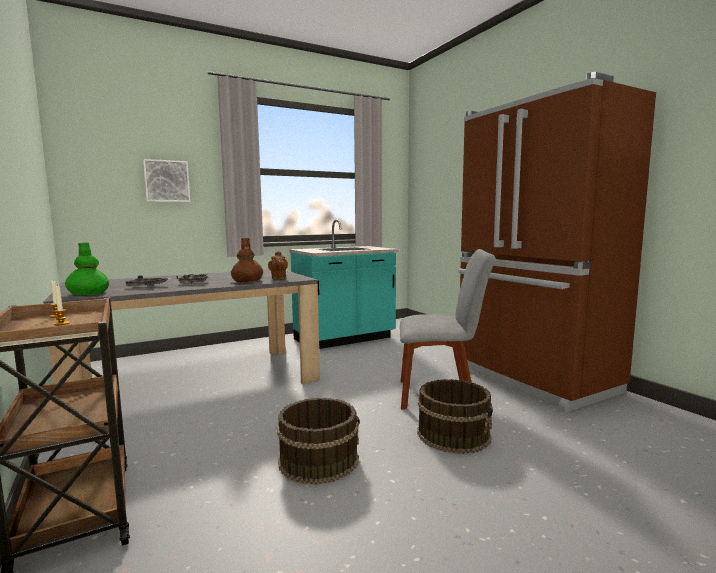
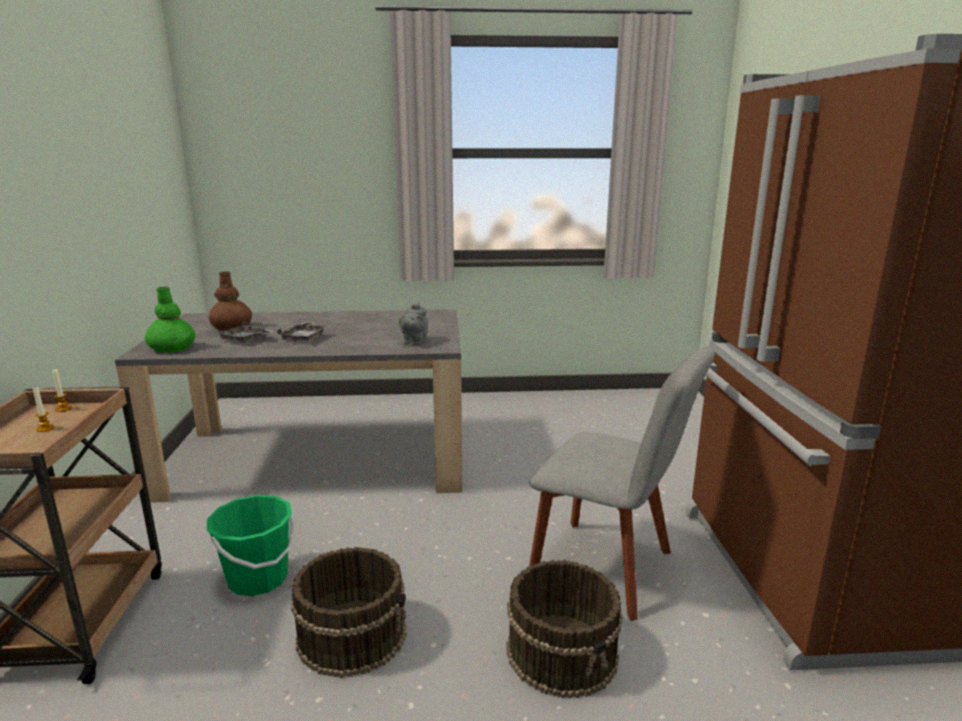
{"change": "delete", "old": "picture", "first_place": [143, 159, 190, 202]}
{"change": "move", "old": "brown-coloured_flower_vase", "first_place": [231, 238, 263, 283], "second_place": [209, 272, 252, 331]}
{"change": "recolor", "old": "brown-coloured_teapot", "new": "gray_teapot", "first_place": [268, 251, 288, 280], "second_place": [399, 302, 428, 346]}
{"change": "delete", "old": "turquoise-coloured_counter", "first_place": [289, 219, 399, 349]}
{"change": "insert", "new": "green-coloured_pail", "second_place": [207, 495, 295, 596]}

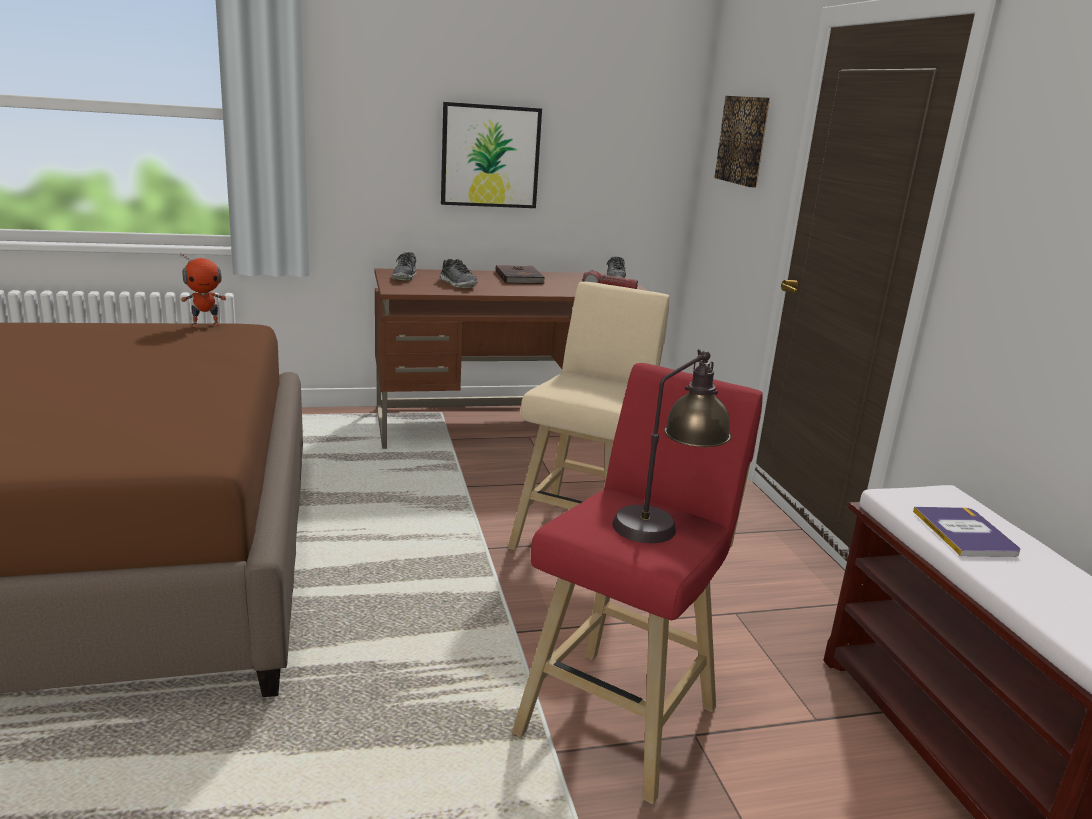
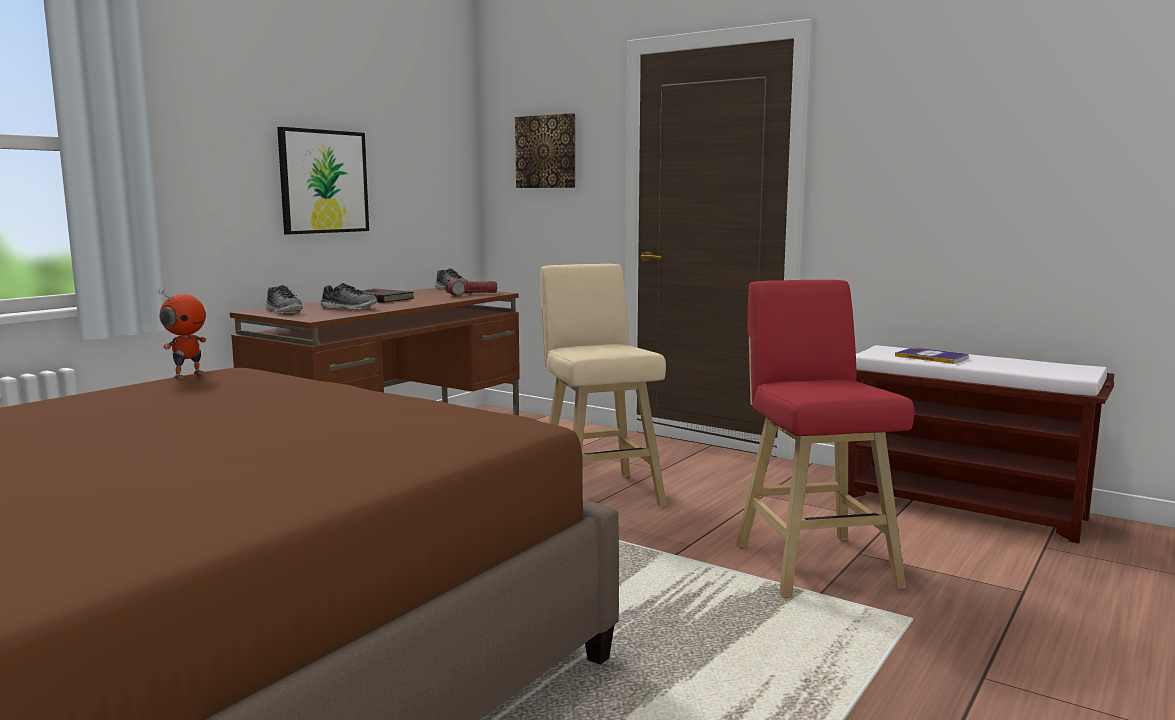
{"change": "delete", "old": "table_lamp", "first_place": [612, 349, 731, 543]}

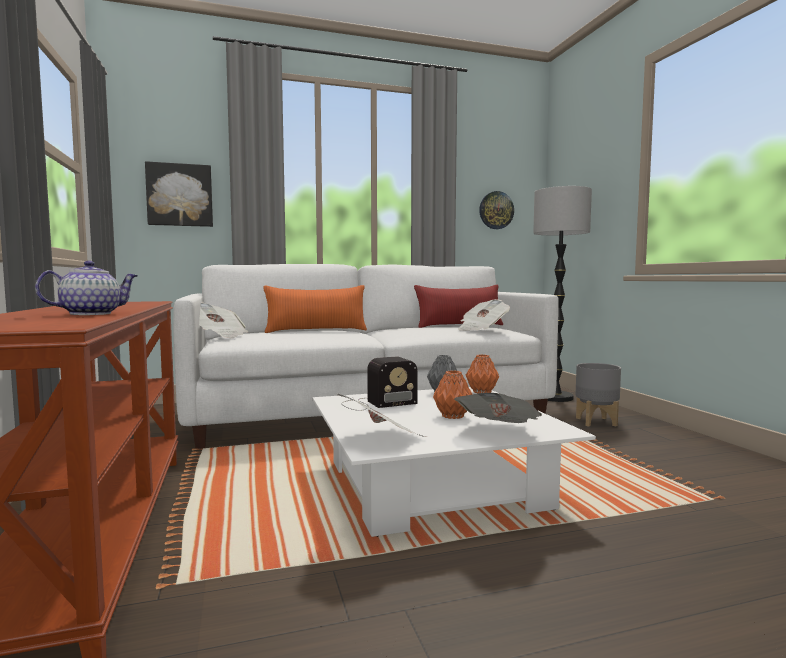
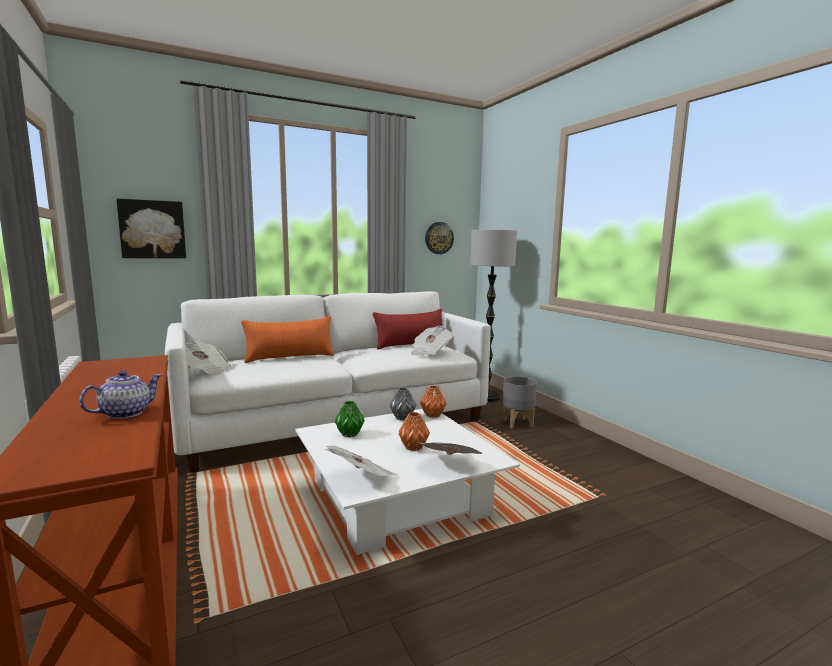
{"change": "replace", "old": "radio", "new": "green-coloured_flower_vase", "first_place": [342, 357, 418, 411], "second_place": [335, 401, 365, 437]}

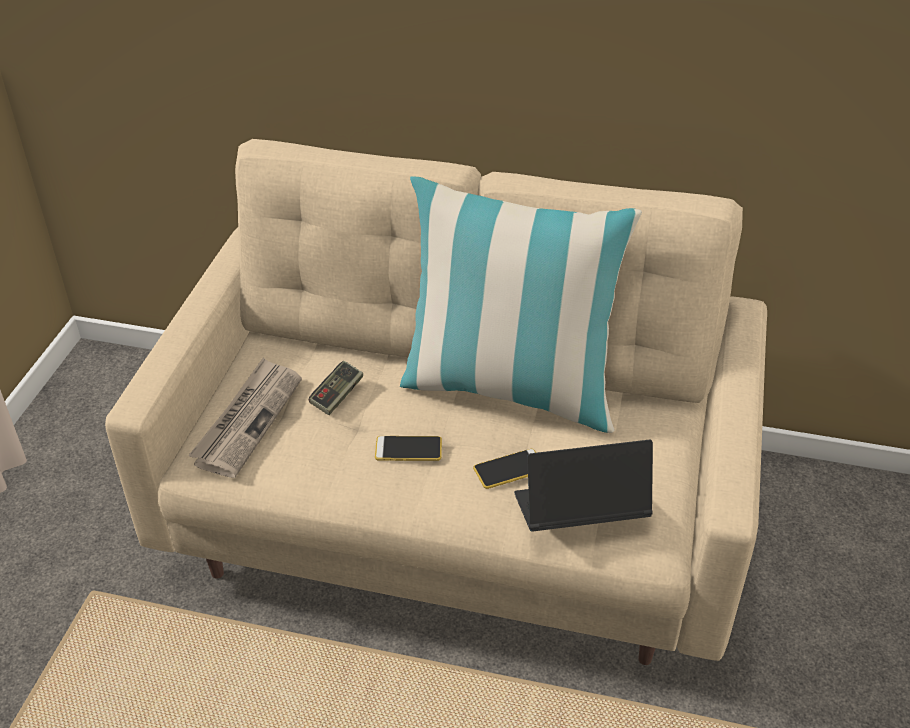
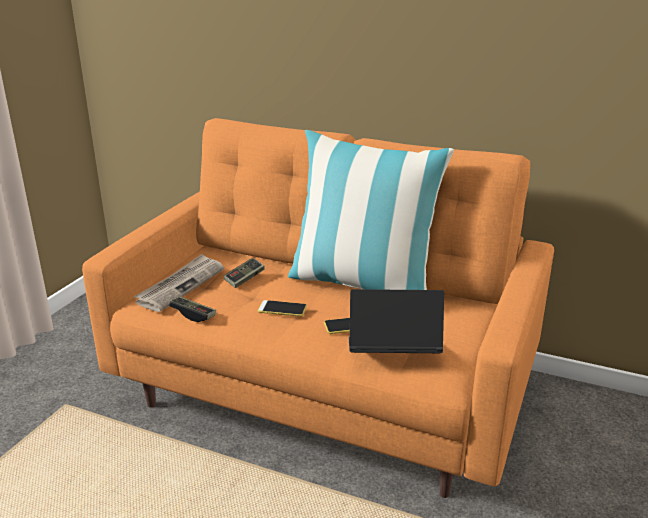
{"change": "recolor", "old": "beige-coloured_sofa", "new": "orangey_sofa", "first_place": [105, 139, 767, 665], "second_place": [82, 118, 554, 498]}
{"change": "insert", "new": "game_controller", "second_place": [169, 296, 216, 322]}

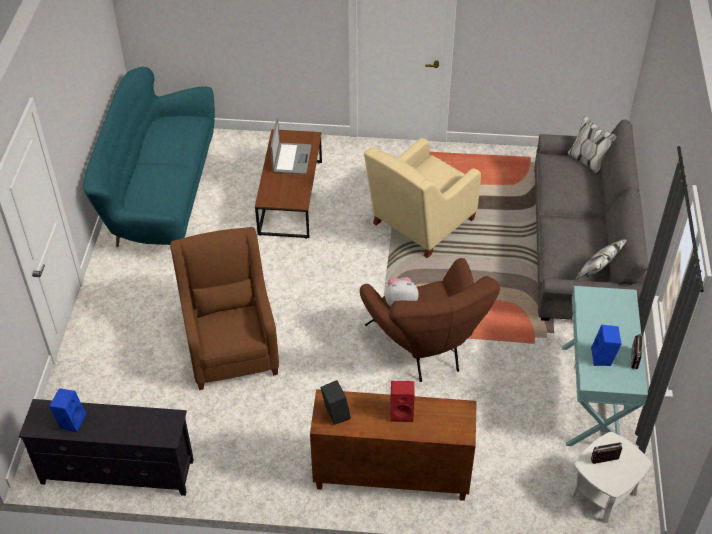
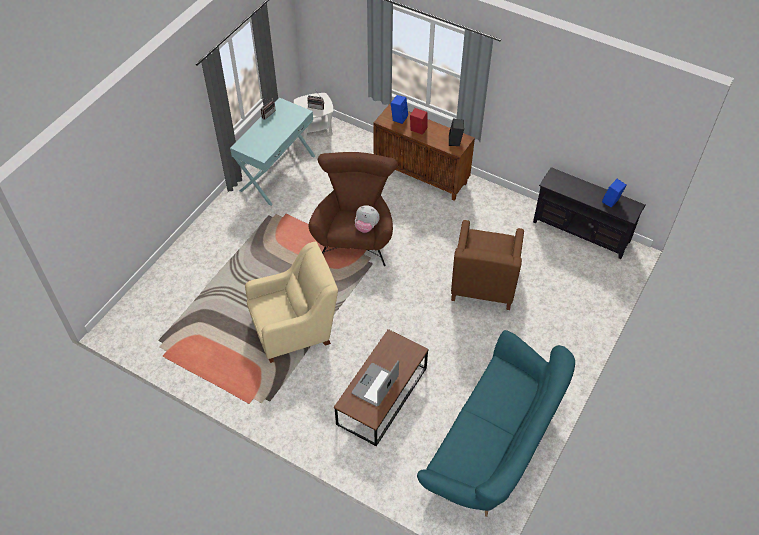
{"change": "delete", "old": "gray_sofa", "first_place": [534, 116, 649, 321]}
{"change": "move", "old": "bluish_loudspeaker", "first_place": [591, 325, 621, 366], "second_place": [391, 95, 408, 124]}

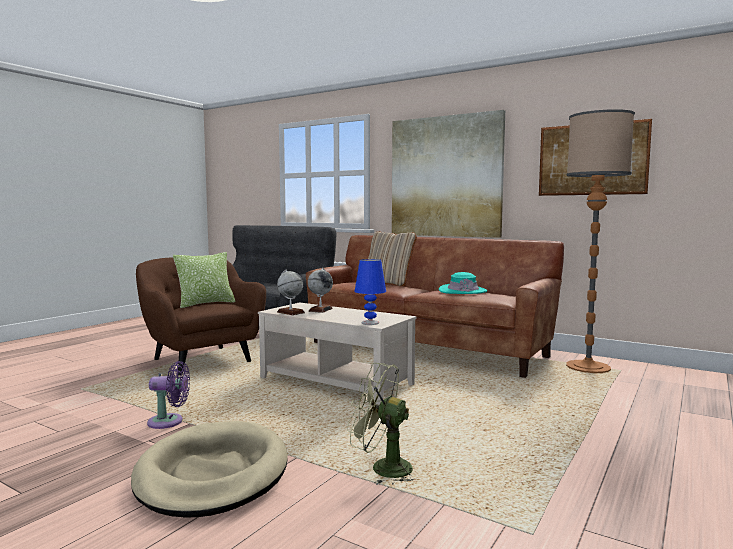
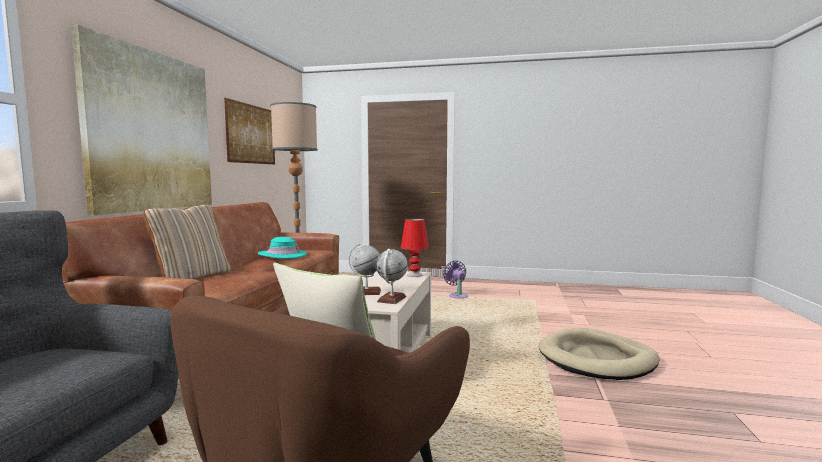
{"change": "move", "old": "purple_fan", "first_place": [147, 361, 190, 429], "second_place": [443, 261, 468, 298]}
{"change": "delete", "old": "green-coloured_fan", "first_place": [347, 363, 414, 485]}
{"change": "recolor", "old": "bluish_table_lamp", "new": "red-coloured_table_lamp", "first_place": [355, 259, 386, 325], "second_place": [401, 219, 429, 277]}

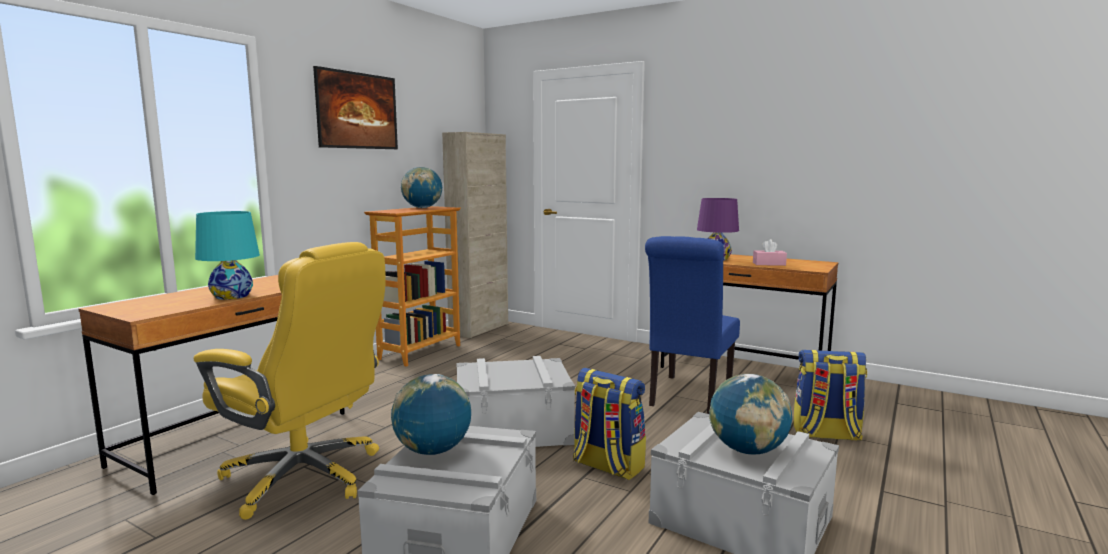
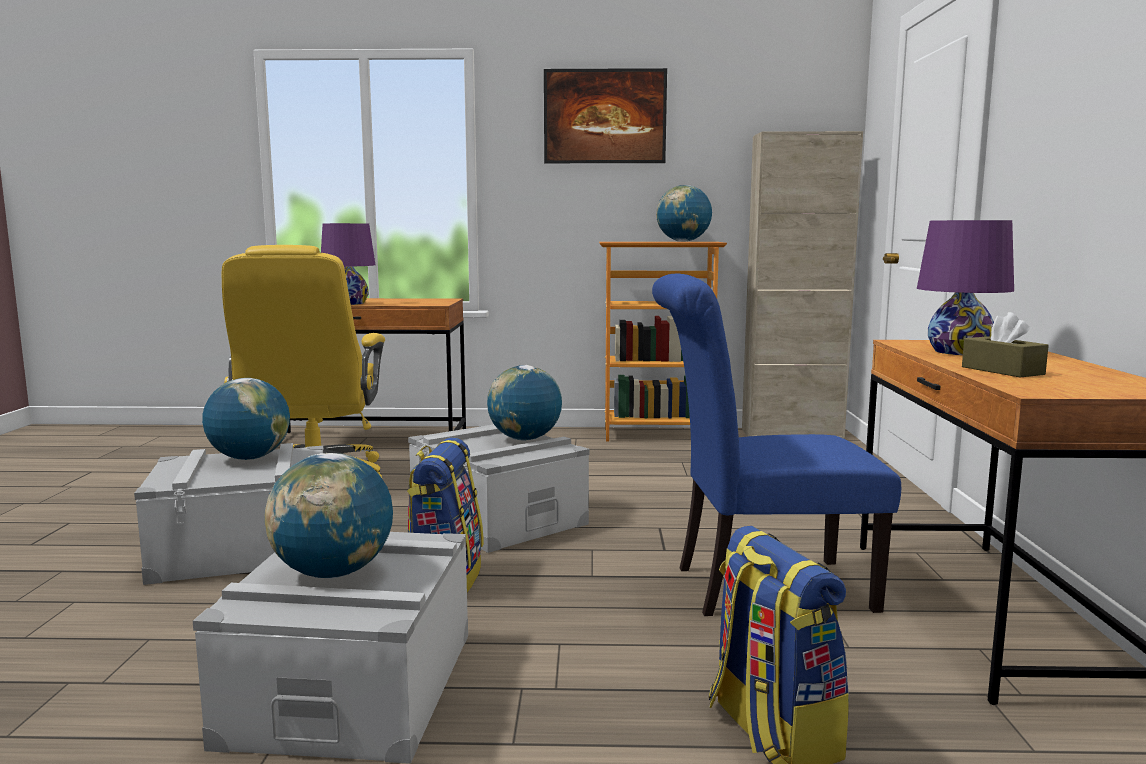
{"change": "recolor", "old": "turquoise-coloured_table_lamp", "new": "purple_table_lamp", "first_place": [195, 211, 260, 300], "second_place": [321, 223, 376, 305]}
{"change": "recolor", "old": "pinkish_tissue_holder", "new": "brown-coloured_tissue_holder", "first_place": [753, 239, 787, 266], "second_place": [962, 312, 1049, 377]}
{"change": "insert", "new": "desk_globe", "second_place": [487, 365, 562, 441]}

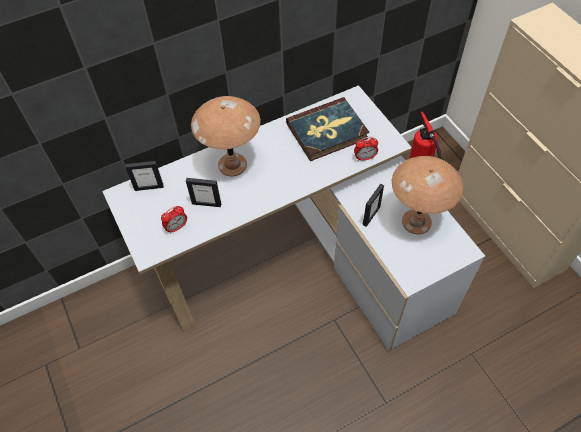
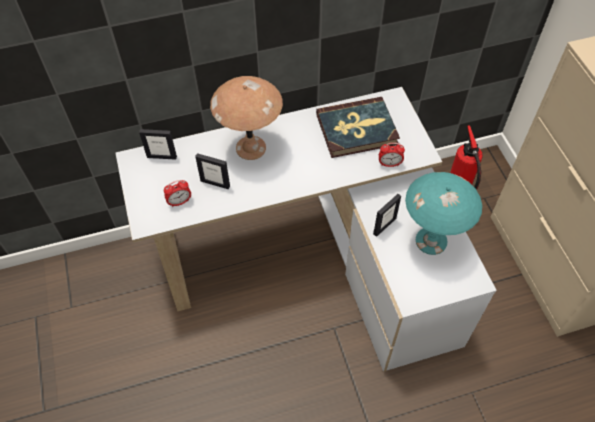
{"change": "recolor", "old": "brown-coloured_table_lamp", "new": "turquoise-coloured_table_lamp", "first_place": [392, 156, 464, 234], "second_place": [405, 172, 482, 255]}

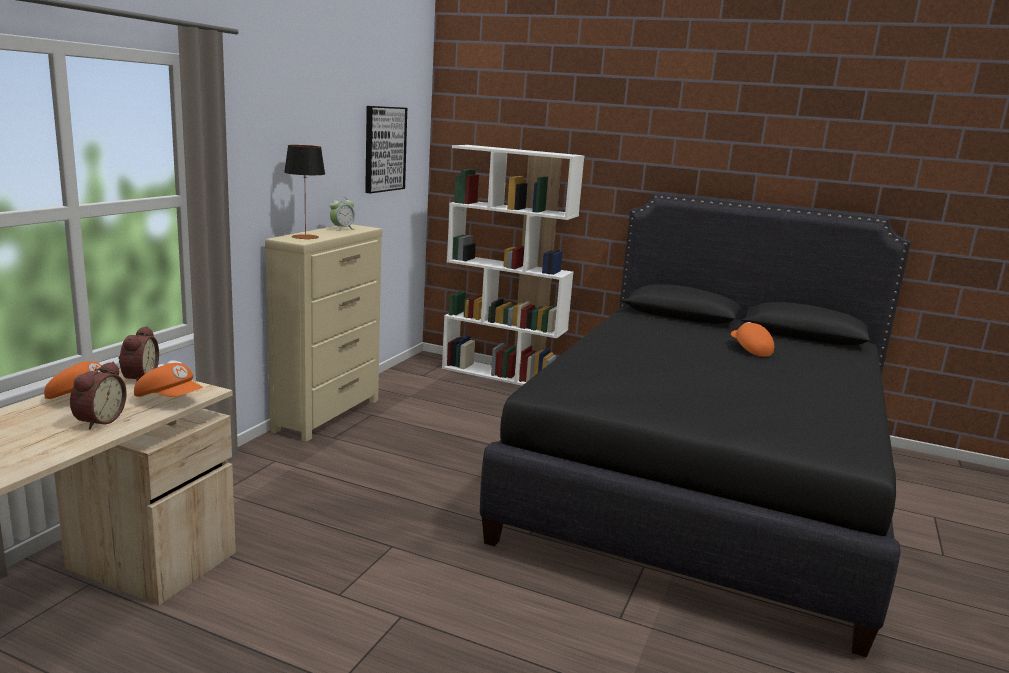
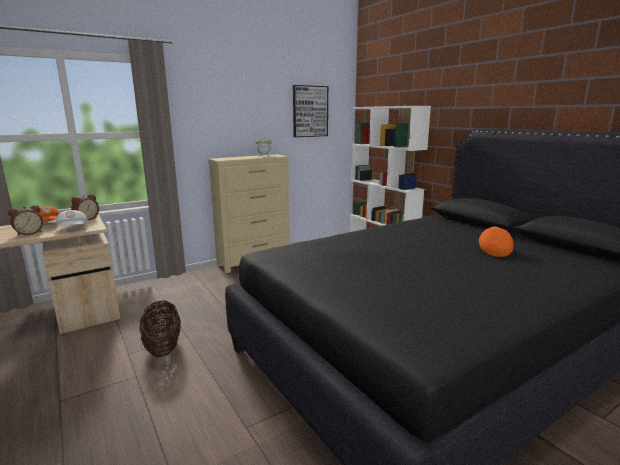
{"change": "recolor", "old": "orangey_cap", "new": "whitish_cap", "first_place": [134, 363, 203, 397], "second_place": [56, 210, 87, 226]}
{"change": "delete", "old": "table_lamp", "first_place": [284, 145, 325, 239]}
{"change": "insert", "new": "household_basket", "second_place": [139, 301, 181, 357]}

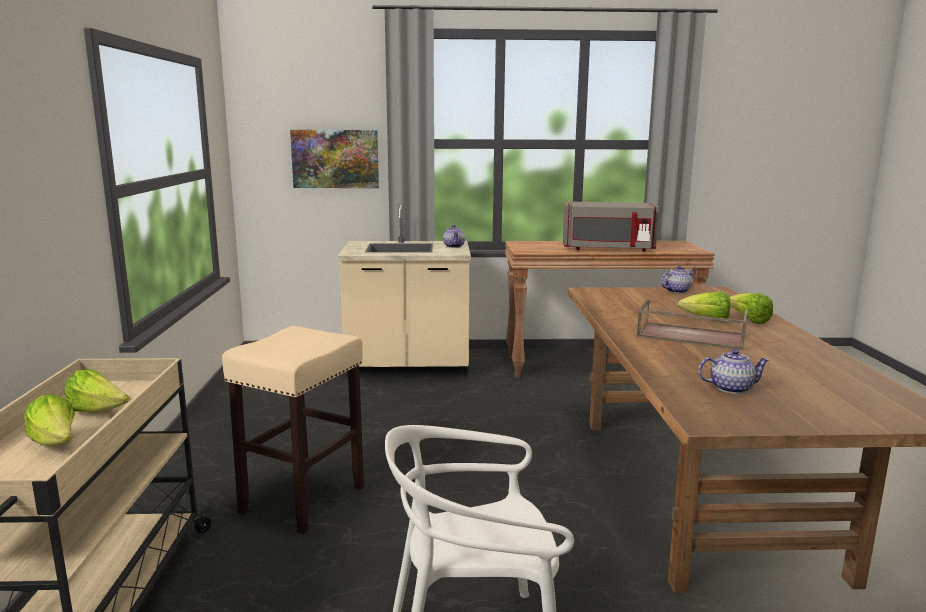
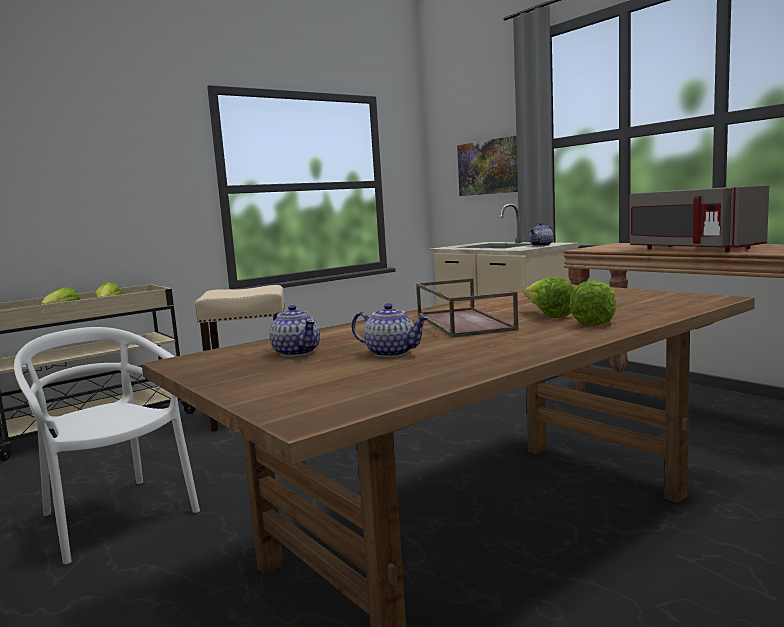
{"change": "move", "old": "teapot", "first_place": [661, 266, 695, 294], "second_place": [352, 303, 429, 358]}

